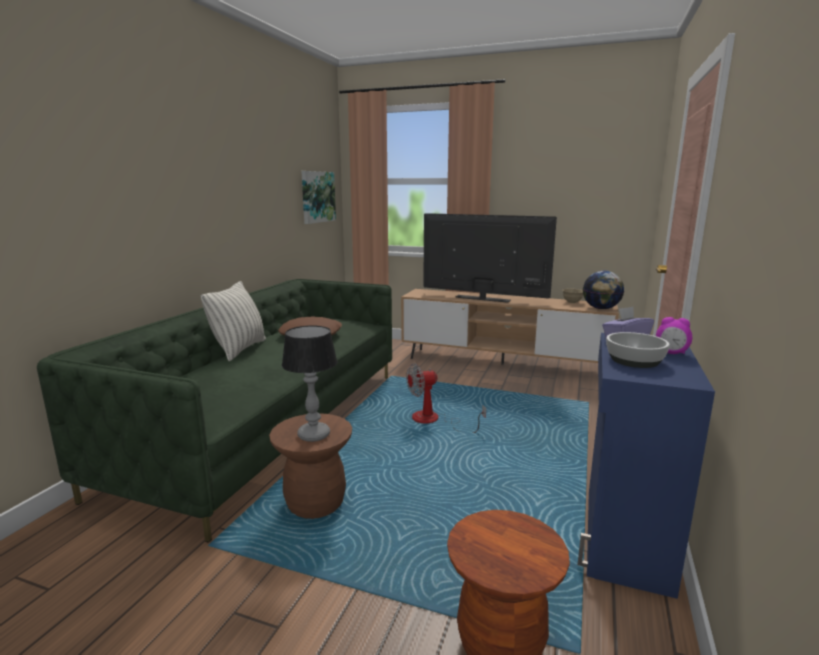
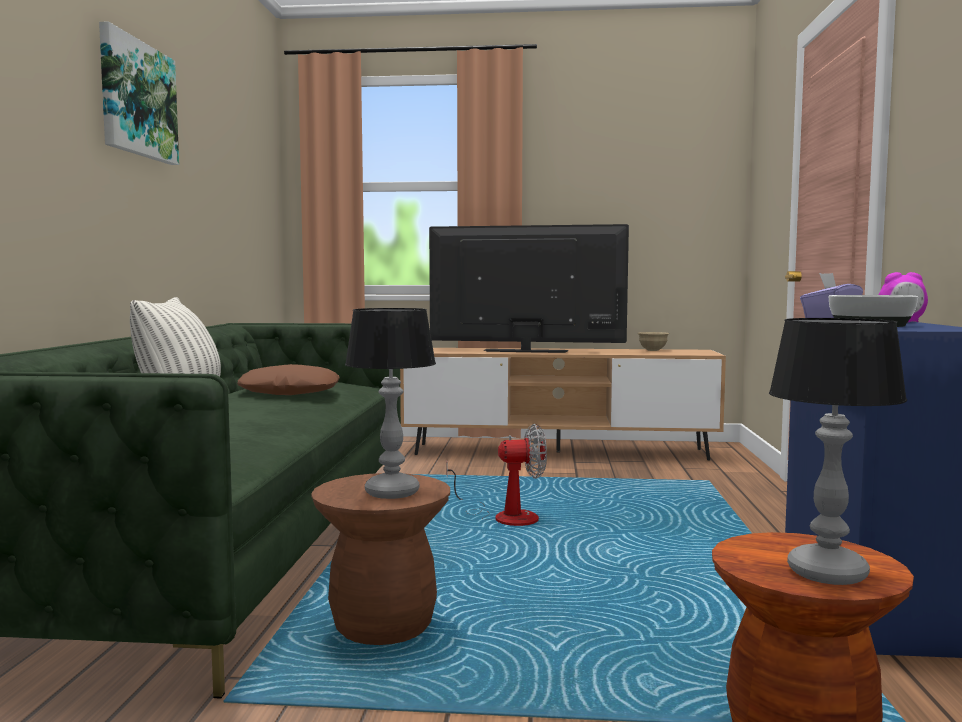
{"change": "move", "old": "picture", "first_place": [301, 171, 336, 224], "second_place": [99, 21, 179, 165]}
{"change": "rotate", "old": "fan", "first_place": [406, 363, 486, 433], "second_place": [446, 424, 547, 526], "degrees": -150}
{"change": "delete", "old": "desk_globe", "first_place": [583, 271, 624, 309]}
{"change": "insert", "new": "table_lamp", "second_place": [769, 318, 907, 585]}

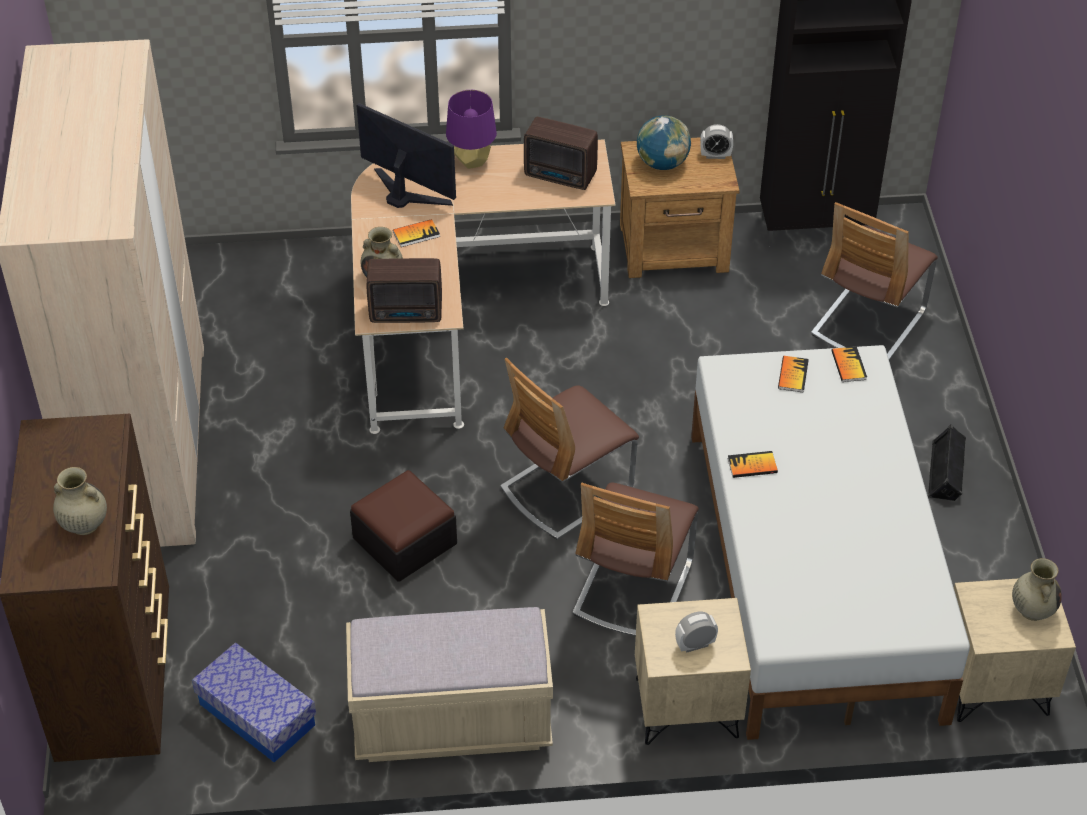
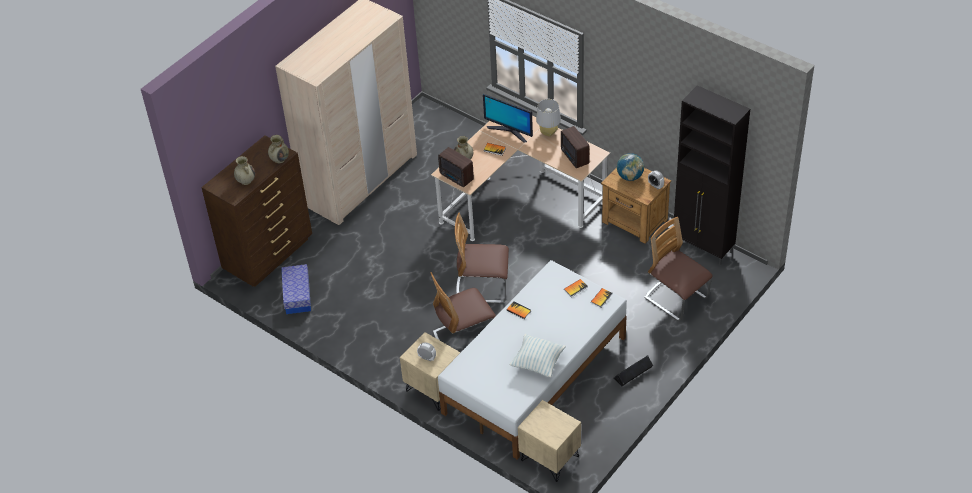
{"change": "delete", "old": "beige-coloured_long_seat", "first_place": [346, 607, 553, 762]}
{"change": "delete", "old": "pouffe", "first_place": [350, 470, 457, 582]}
{"change": "rotate", "old": "computer_display", "first_place": [356, 103, 456, 208], "second_place": [483, 94, 533, 142], "degrees": 135}
{"change": "recolor", "old": "purple_table_lamp", "new": "gray_table_lamp", "first_place": [446, 90, 497, 169], "second_place": [536, 99, 561, 136]}
{"change": "rotate", "old": "plain_chair", "first_place": [811, 202, 938, 360], "second_place": [644, 217, 713, 321], "degrees": 60}
{"change": "move", "old": "beige-coloured_flower_vase", "first_place": [1012, 558, 1062, 621], "second_place": [268, 135, 289, 163]}
{"change": "insert", "new": "pillow", "second_place": [510, 334, 566, 377]}

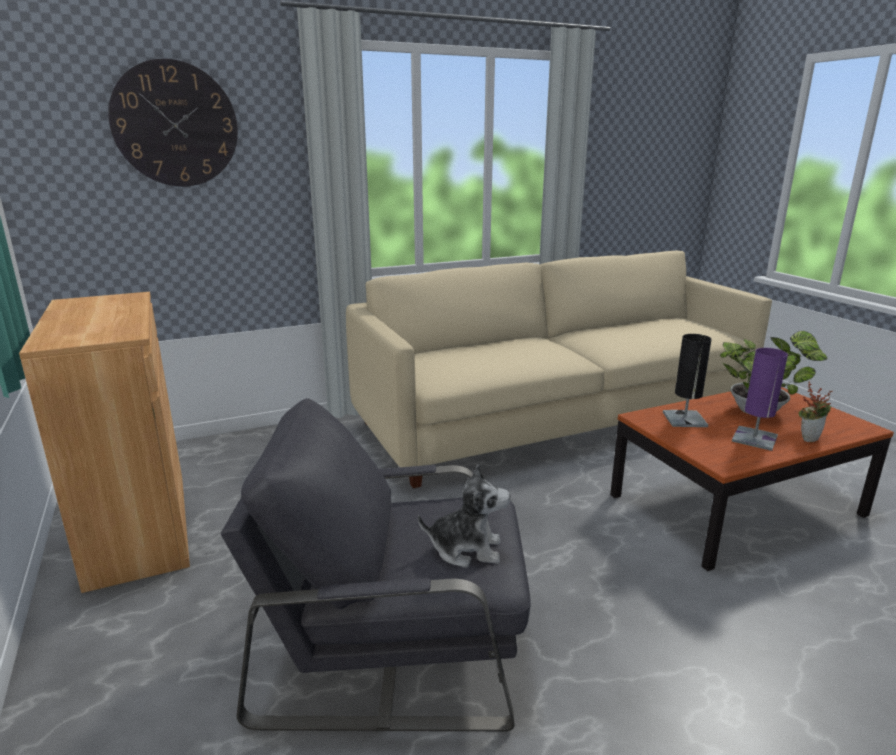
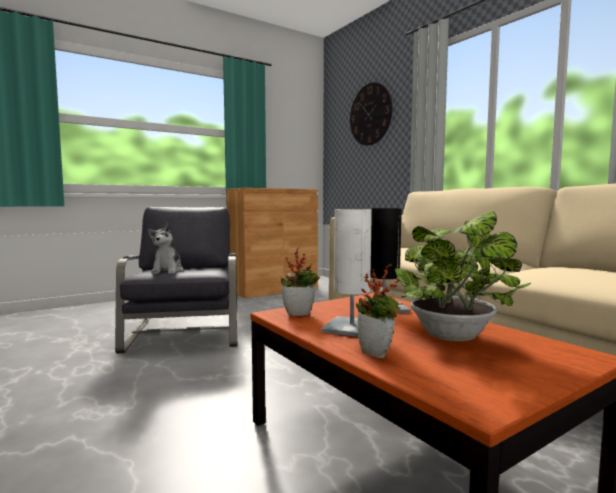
{"change": "recolor", "old": "purple_table_lamp", "new": "whitish_table_lamp", "first_place": [732, 348, 788, 451], "second_place": [321, 209, 372, 337]}
{"change": "insert", "new": "potted_plant", "second_place": [281, 248, 320, 316]}

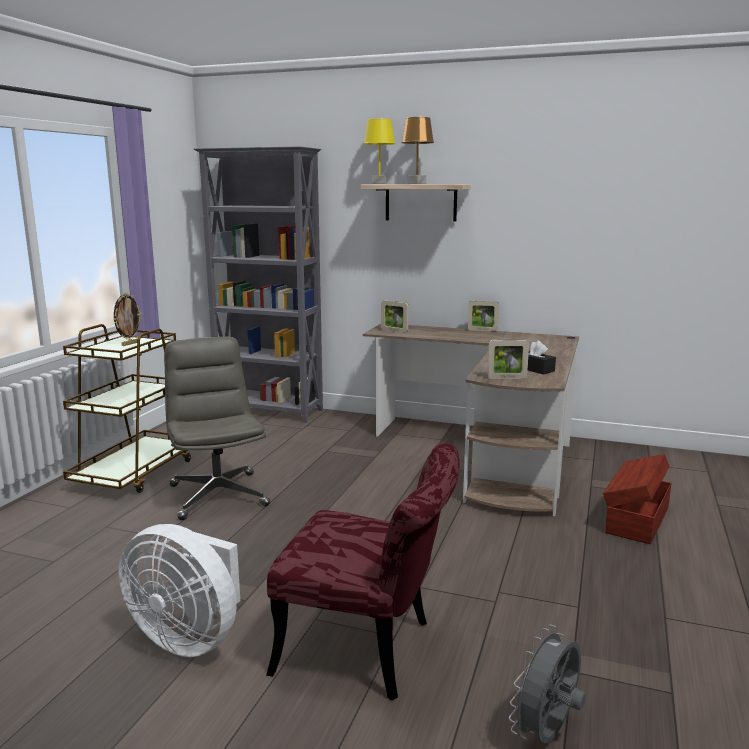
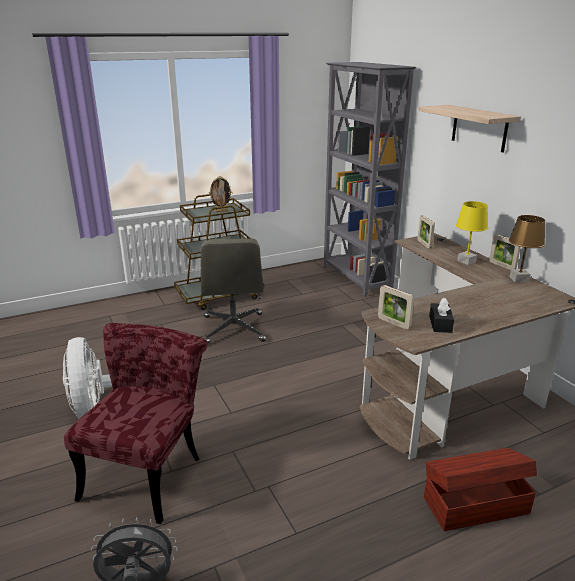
{"change": "rotate", "old": "gray_desk_chair", "first_place": [164, 336, 270, 520], "second_place": [201, 239, 266, 343], "degrees": 150}
{"change": "rotate", "old": "red-coloured_plain_chair", "first_place": [266, 443, 460, 701], "second_place": [64, 323, 208, 524], "degrees": -135}
{"change": "move", "old": "yellow-coloured_table_lamp", "first_place": [364, 119, 395, 184], "second_place": [456, 201, 488, 265]}
{"change": "move", "old": "brown-coloured_table_lamp", "first_place": [401, 117, 434, 184], "second_place": [509, 215, 545, 282]}

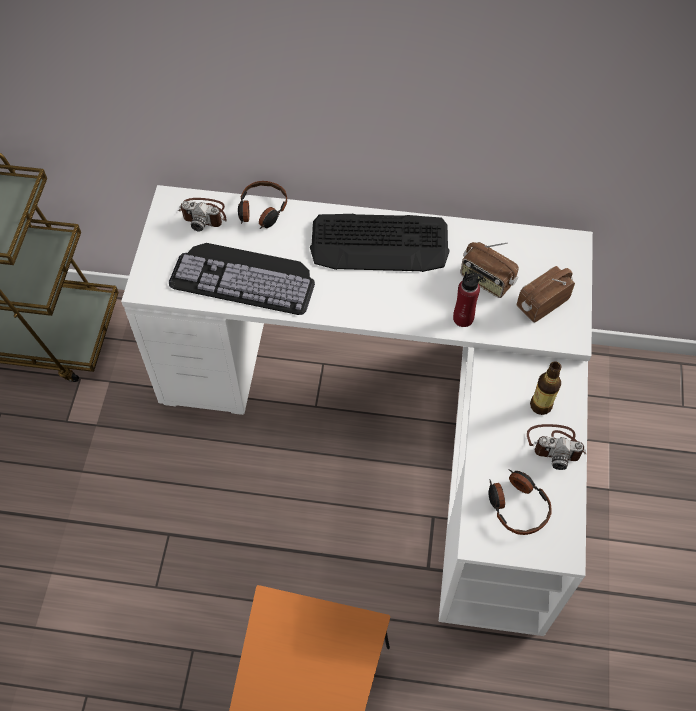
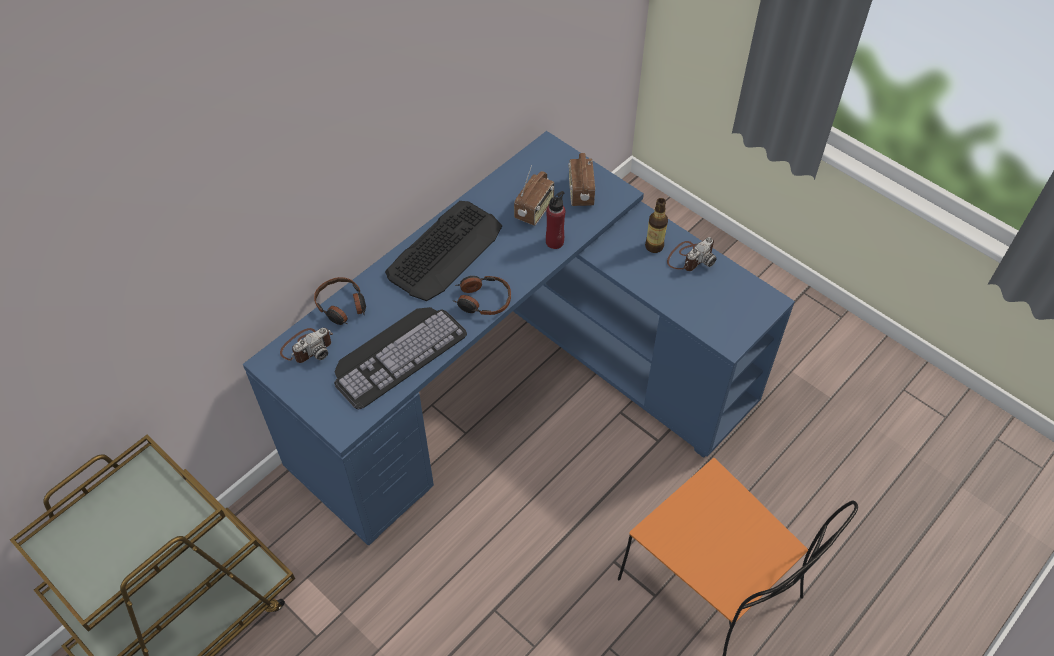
{"change": "recolor", "old": "whitish_desk_table", "new": "bluish_desk_table", "first_place": [121, 185, 593, 636], "second_place": [243, 131, 795, 545]}
{"change": "rotate", "old": "radio", "first_place": [461, 242, 519, 298], "second_place": [514, 165, 554, 226], "degrees": -45}
{"change": "move", "old": "headset", "first_place": [488, 469, 552, 535], "second_place": [454, 276, 511, 315]}

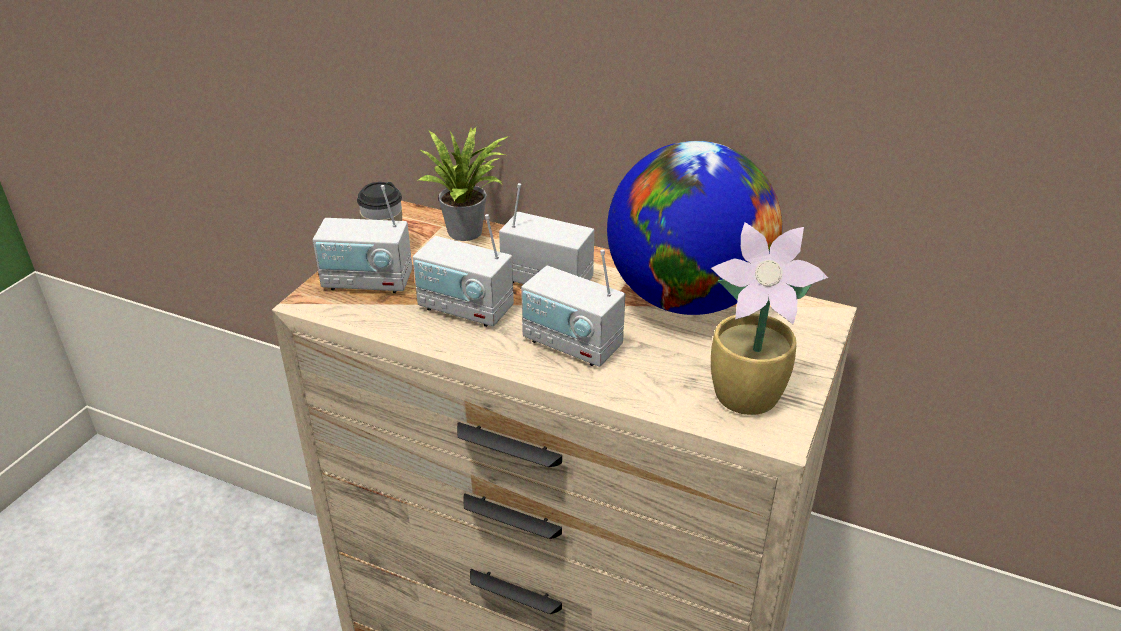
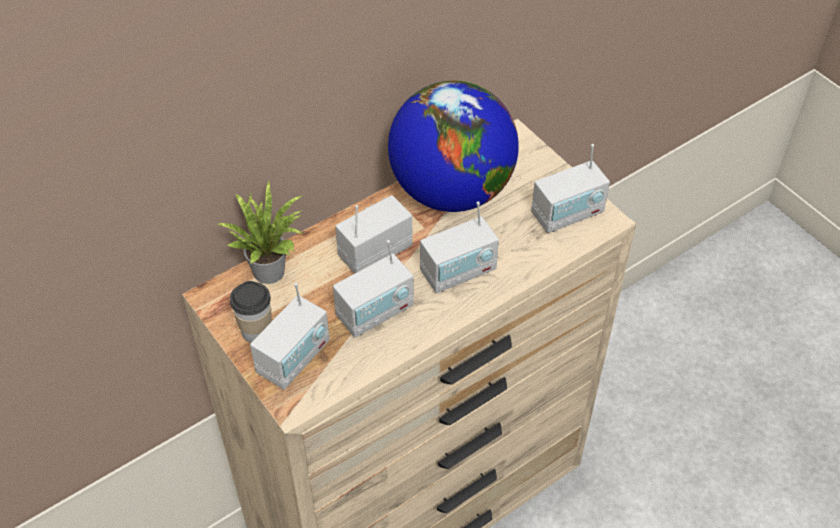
{"change": "replace", "old": "potted_plant", "new": "radio", "first_place": [711, 222, 828, 415], "second_place": [531, 144, 610, 233]}

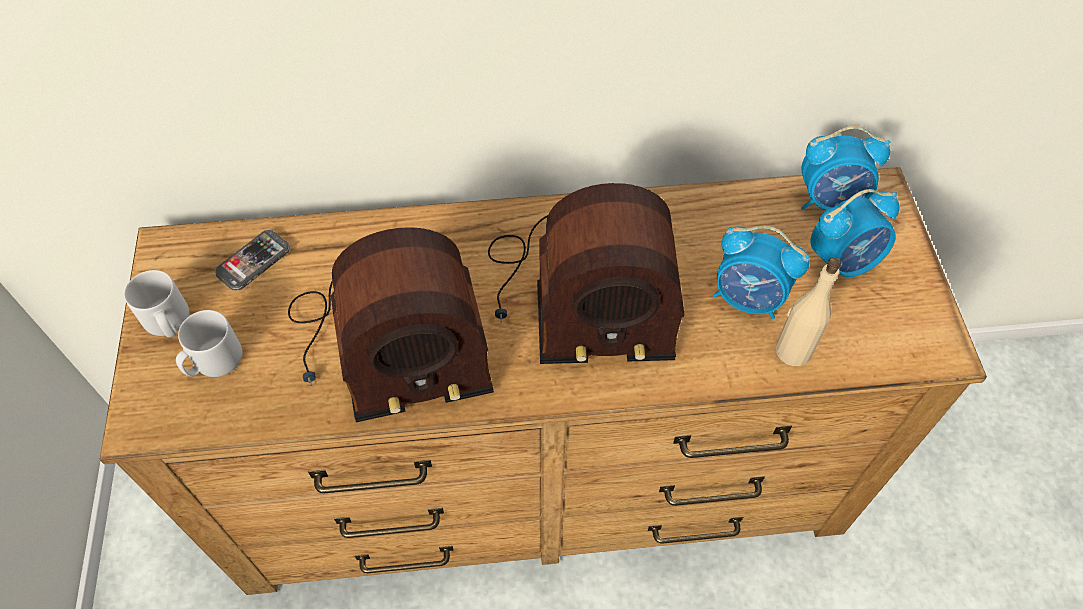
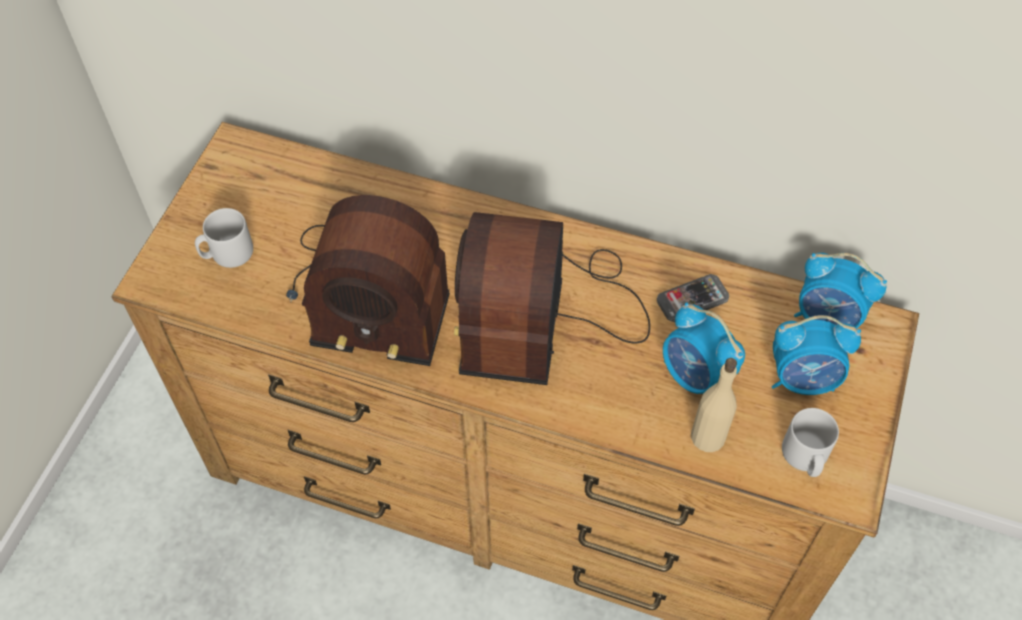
{"change": "move", "old": "gray_mug", "first_place": [124, 270, 189, 337], "second_place": [782, 408, 839, 477]}
{"change": "move", "old": "handset", "first_place": [216, 230, 289, 290], "second_place": [657, 274, 729, 322]}
{"change": "rotate", "old": "radio", "first_place": [488, 183, 684, 364], "second_place": [454, 212, 650, 385], "degrees": 75}

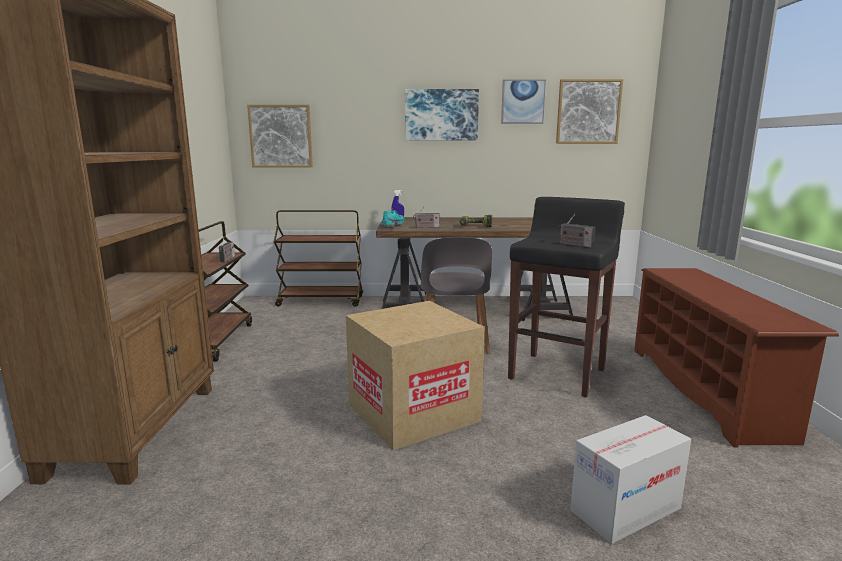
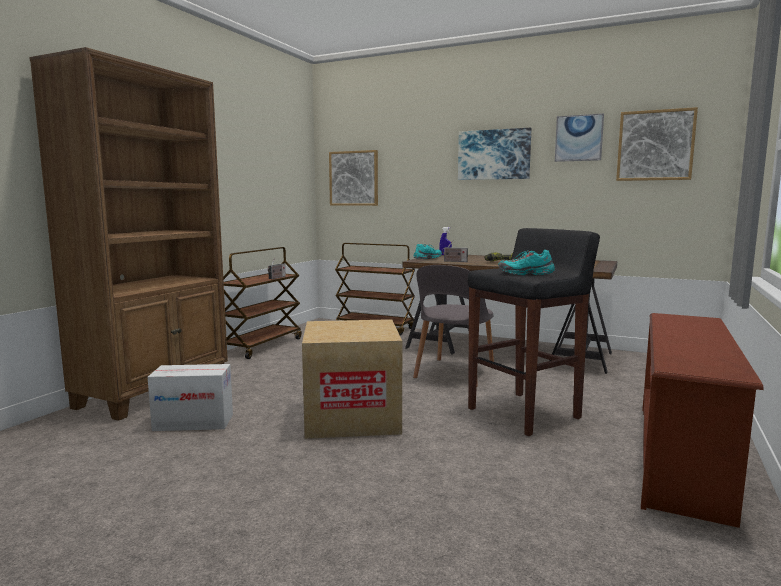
{"change": "replace", "old": "radio", "new": "turquoise-coloured_shoe", "first_place": [559, 214, 596, 248], "second_place": [498, 250, 555, 275]}
{"change": "move", "old": "carton", "first_place": [570, 415, 691, 544], "second_place": [148, 364, 233, 431]}

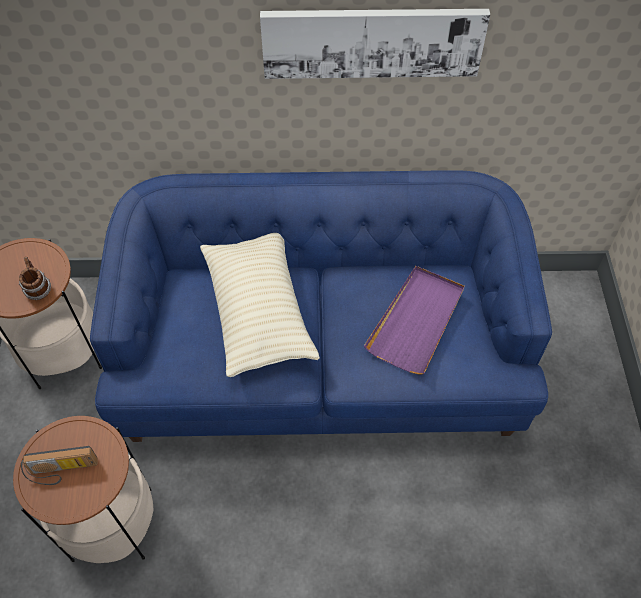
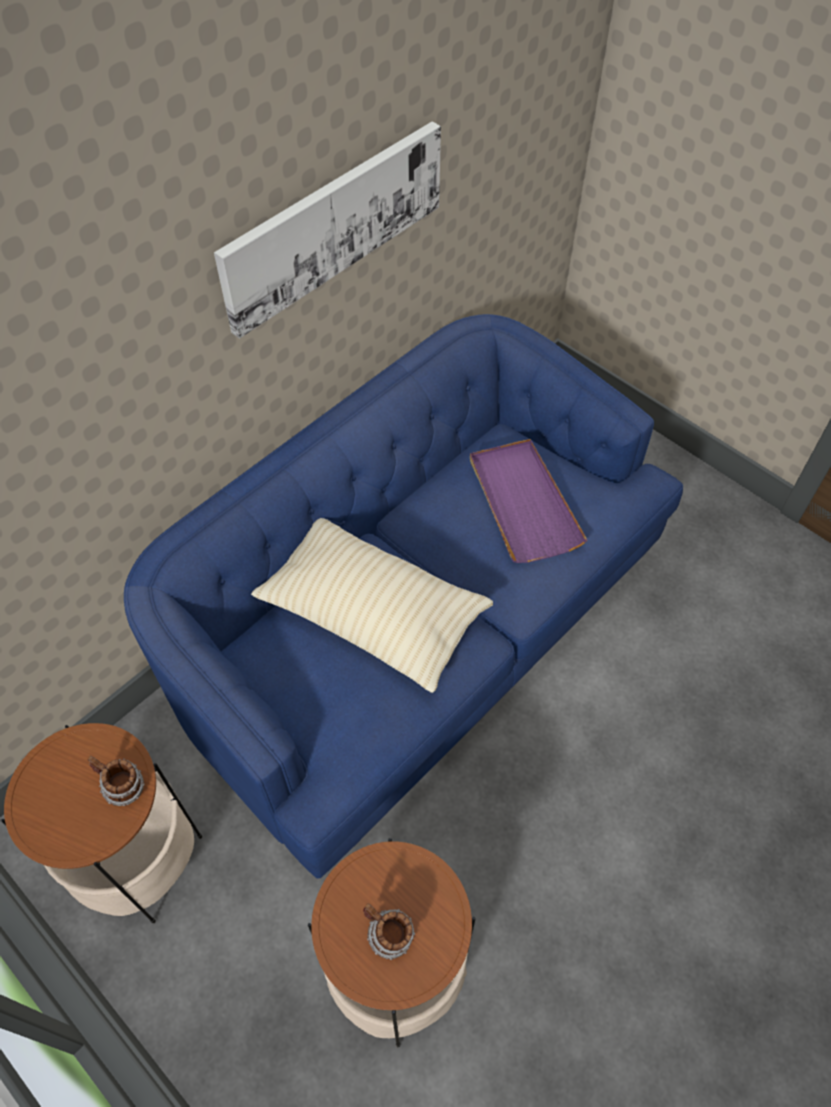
{"change": "replace", "old": "radio", "new": "mug", "first_place": [21, 446, 98, 485], "second_place": [363, 903, 415, 960]}

